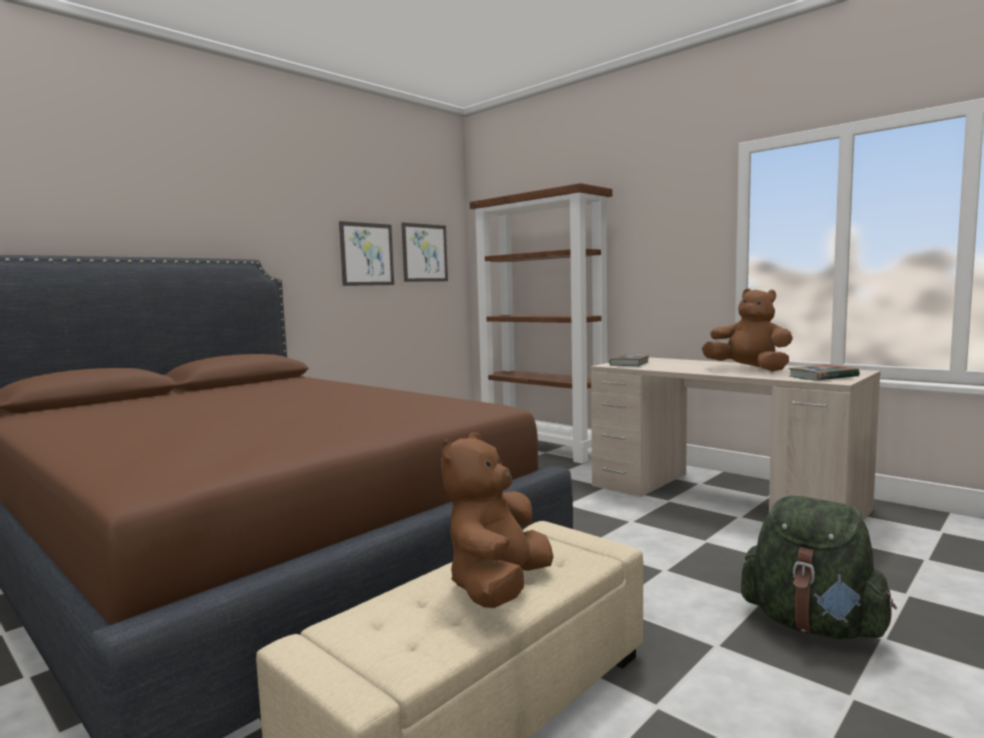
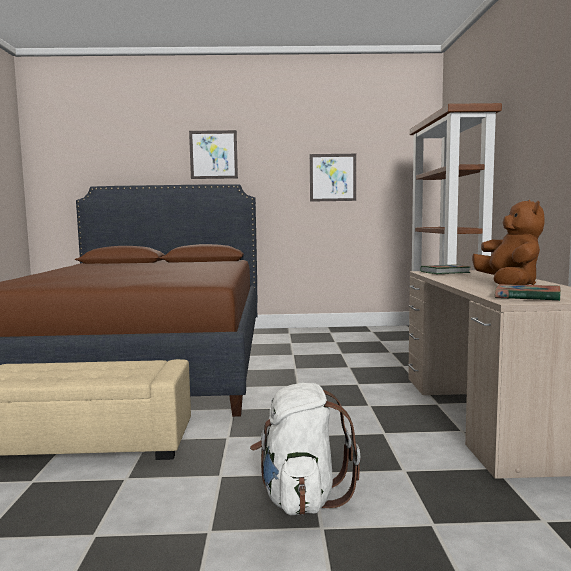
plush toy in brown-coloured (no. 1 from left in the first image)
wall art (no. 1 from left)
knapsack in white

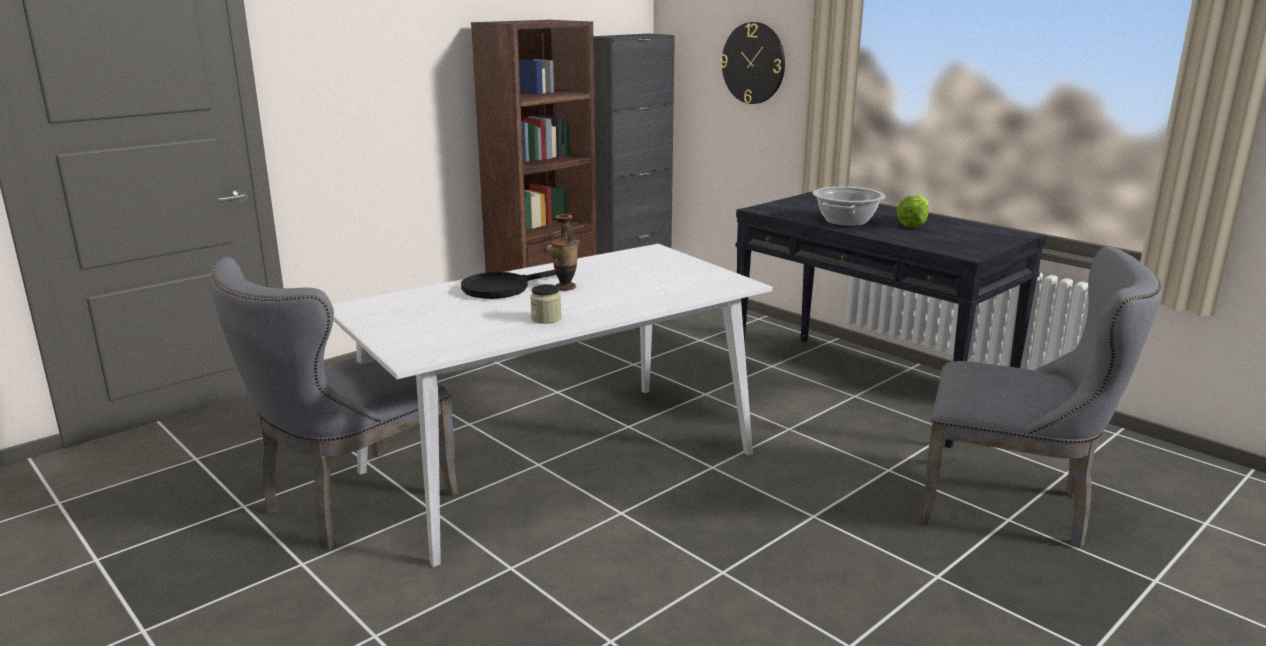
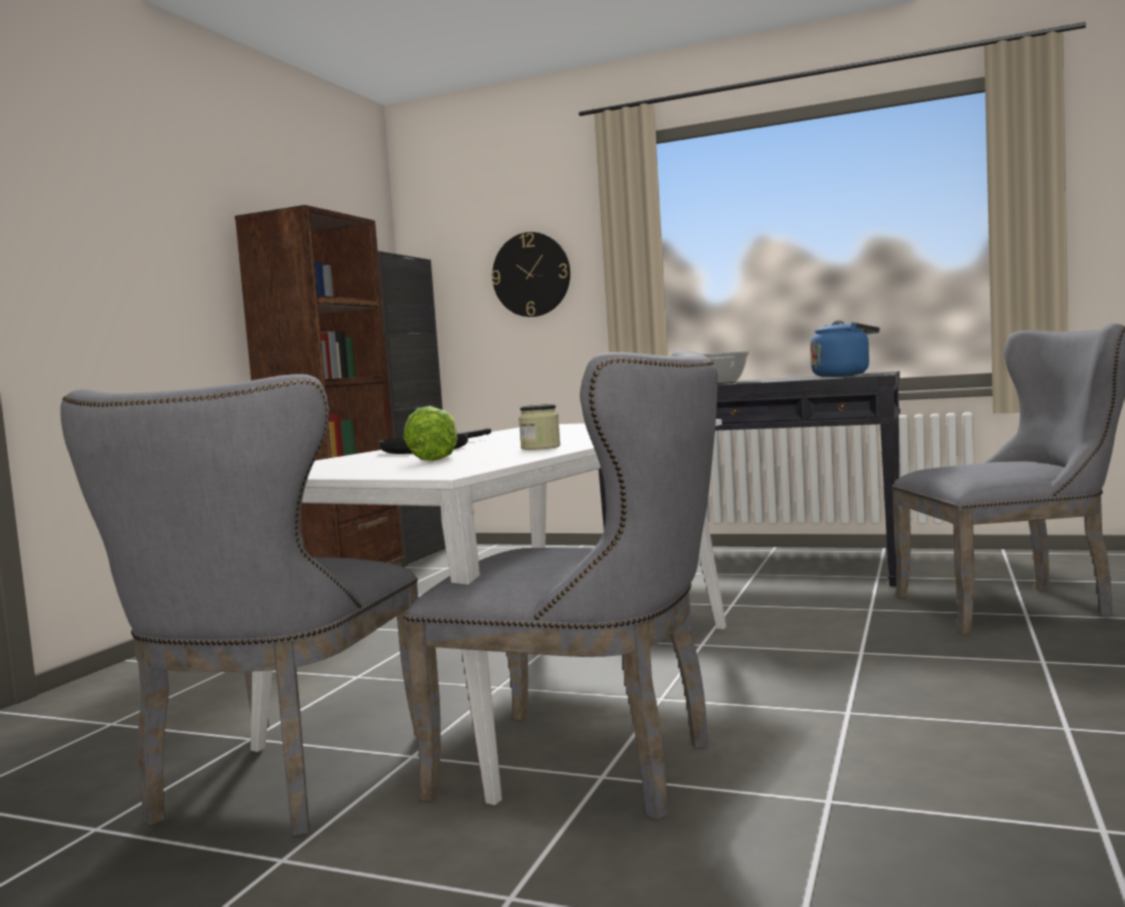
decorative vase
plain chair in grey (no. 2 from left)
kettle in bluish
lettuce

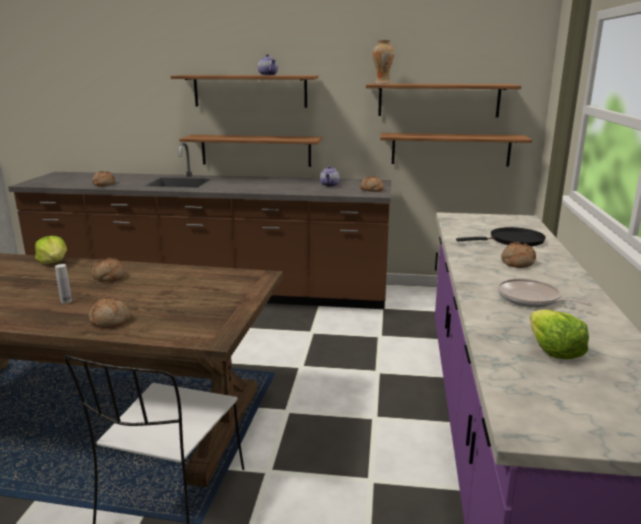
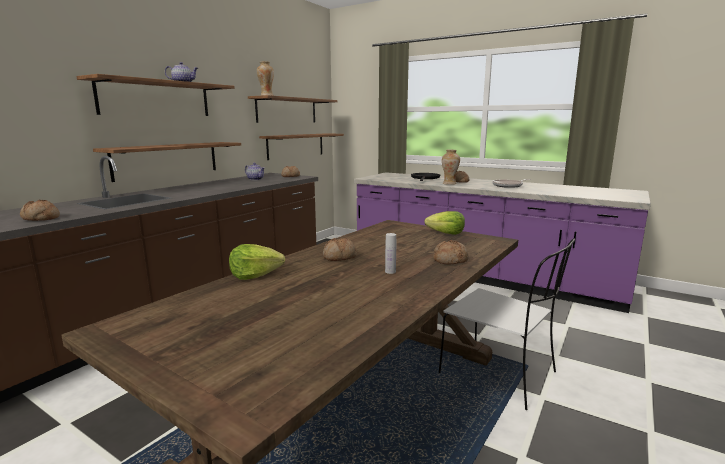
decorative vase (no. 2 from left)
lettuce (no. 2 from left)

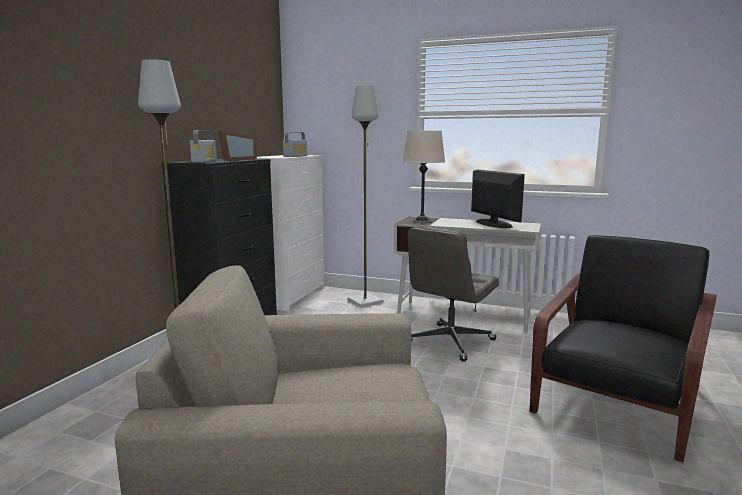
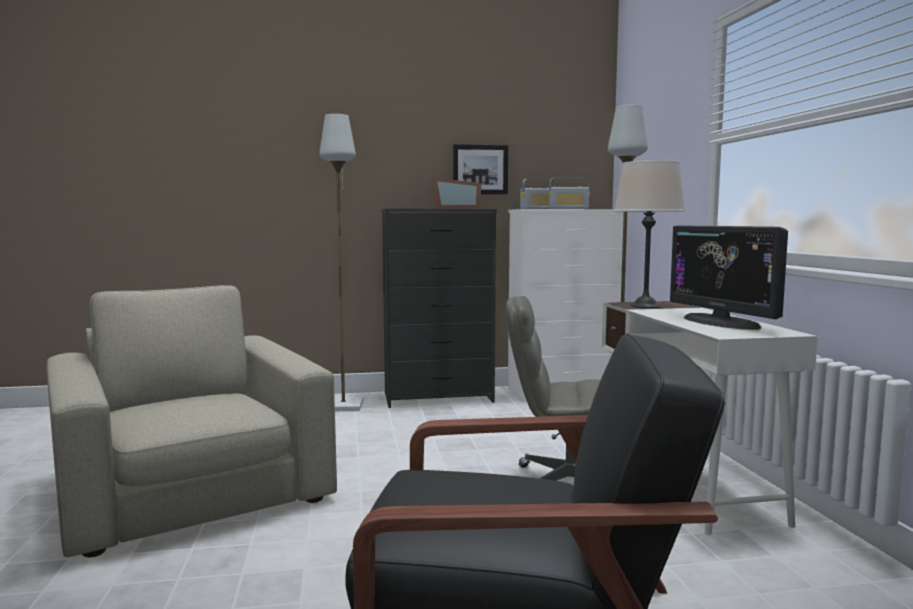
wall art
radio (no. 1 from left)
computer display

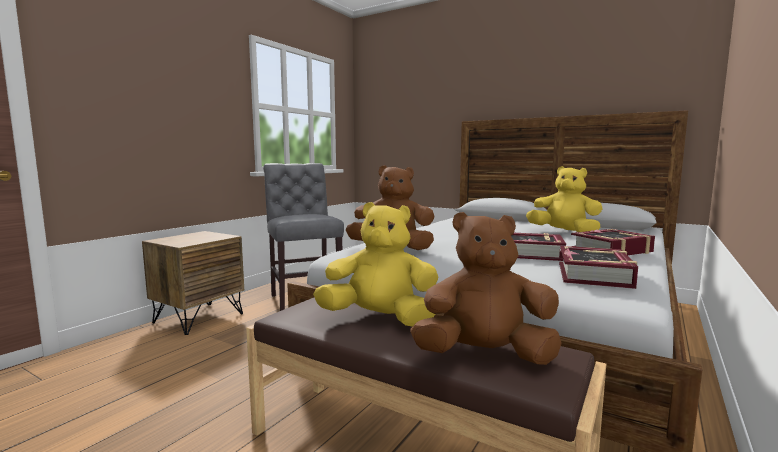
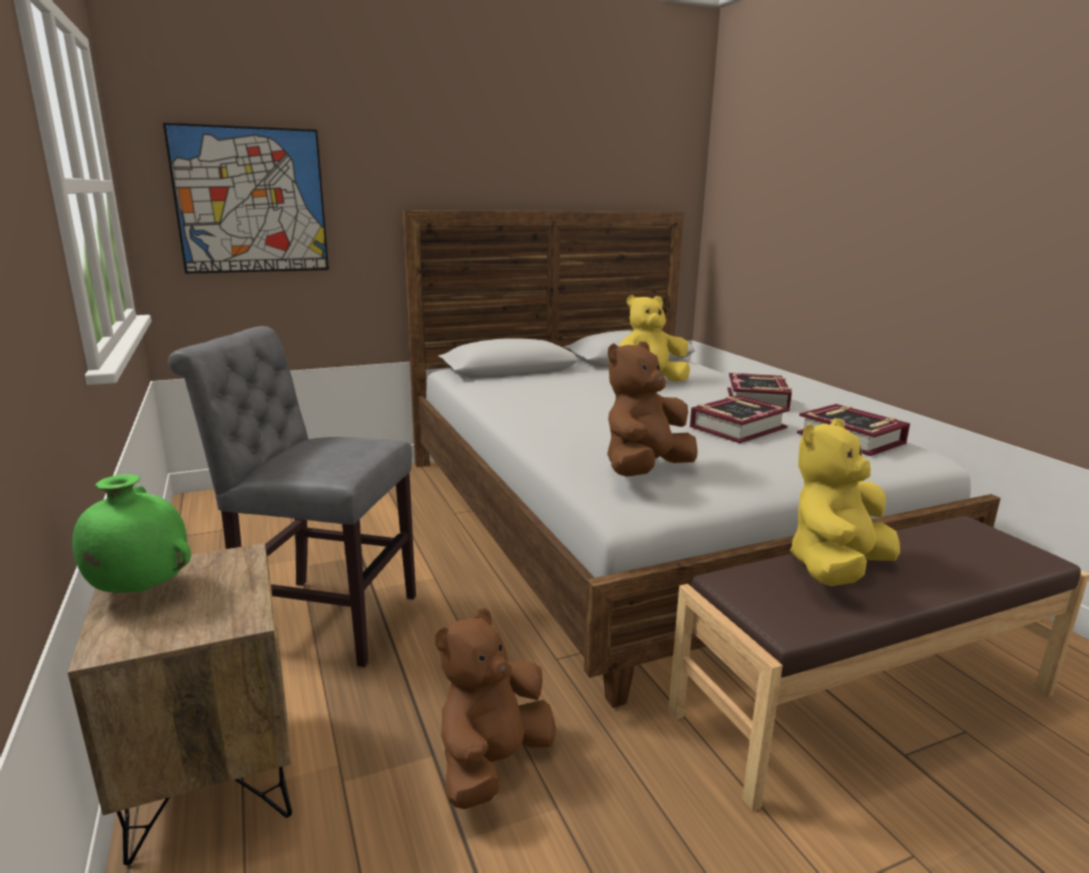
decorative vase in greenish
wall art
plush toy in brown-coloured (no. 1 from left)

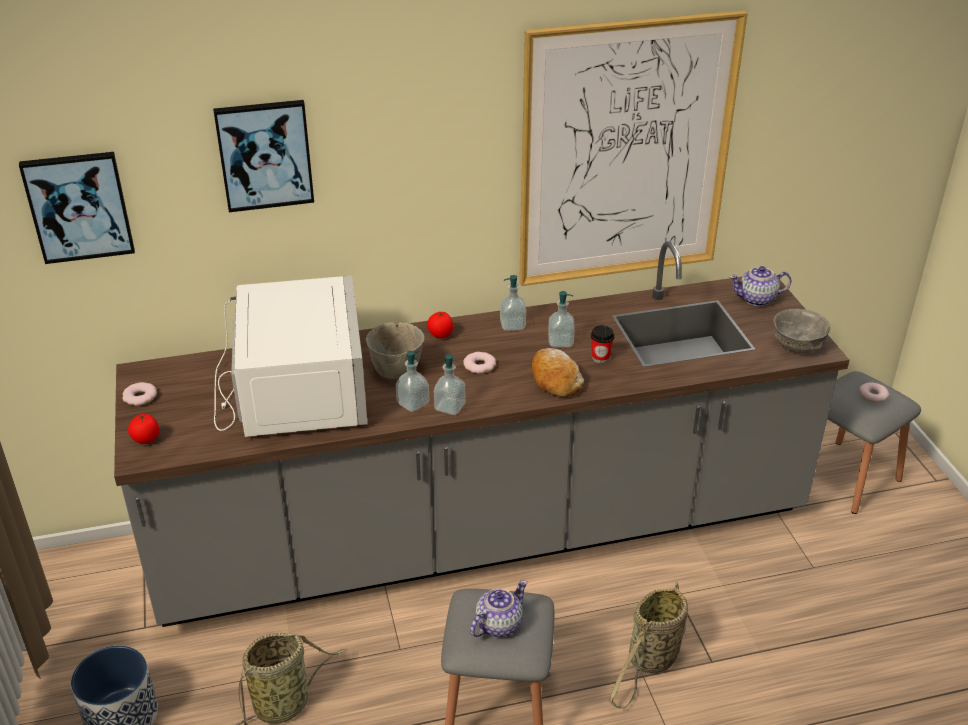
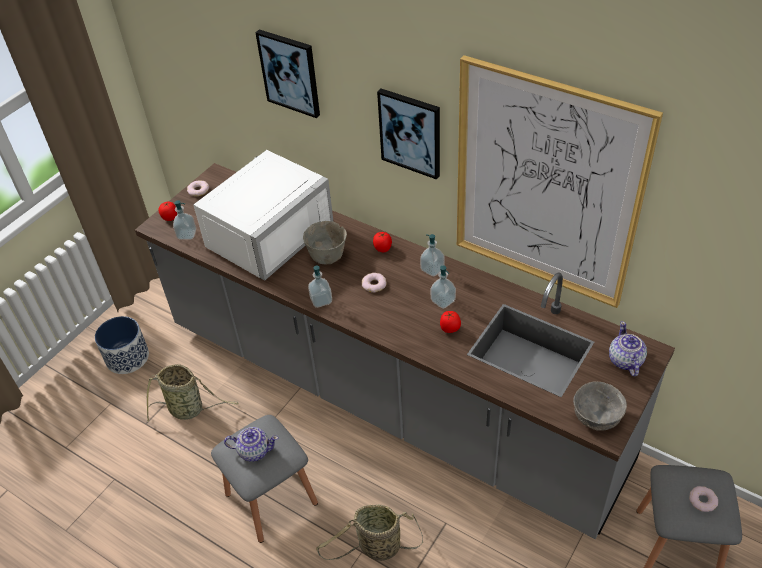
bakery bread
wall art (no. 2 from left)
soap dispenser (no. 1 from left)
fresh tomato (no. 3 from left)
tea pot (no. 2 from left)

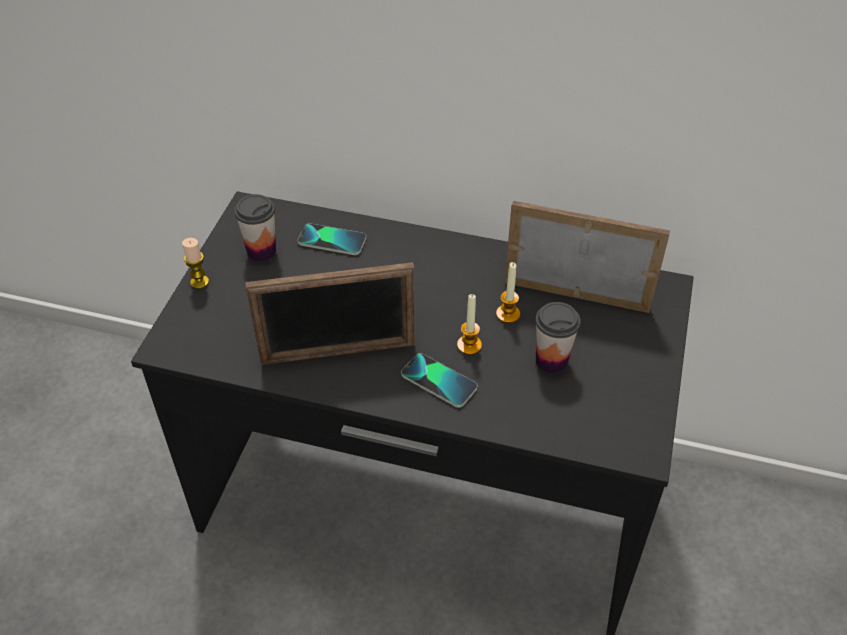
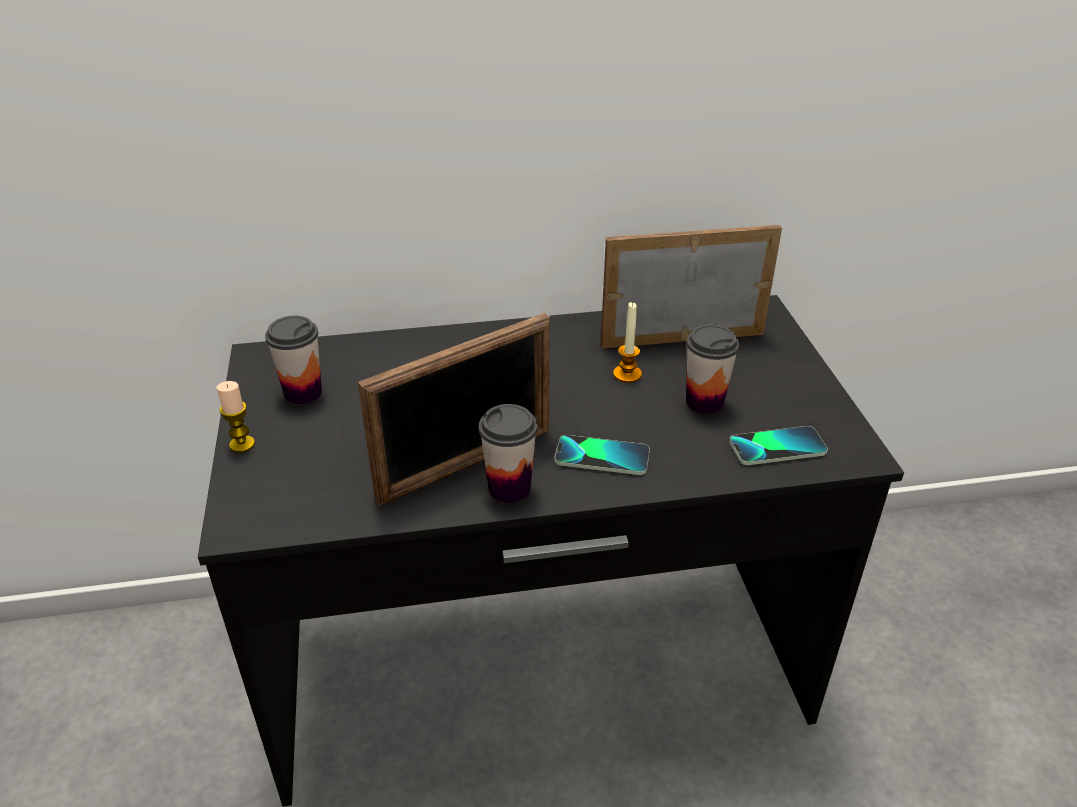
wax candle (no. 2 from left in the first image)
cup (no. 2 from left)
handset (no. 2 from left)

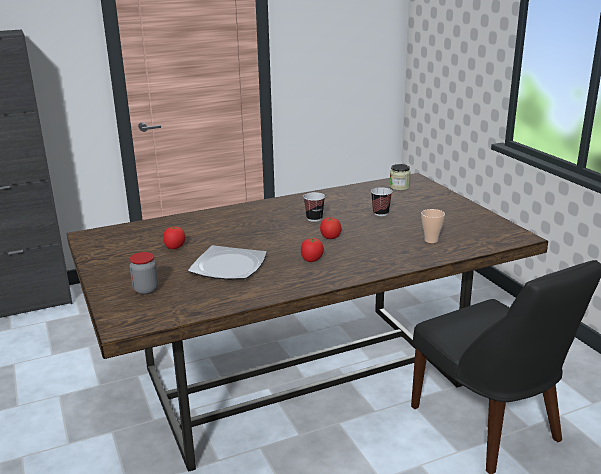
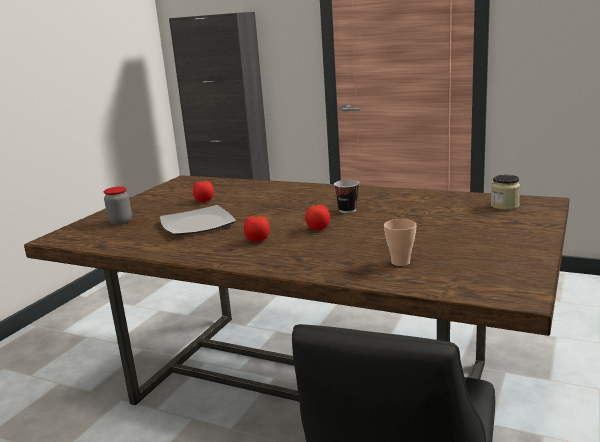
cup (no. 2 from left in the first image)

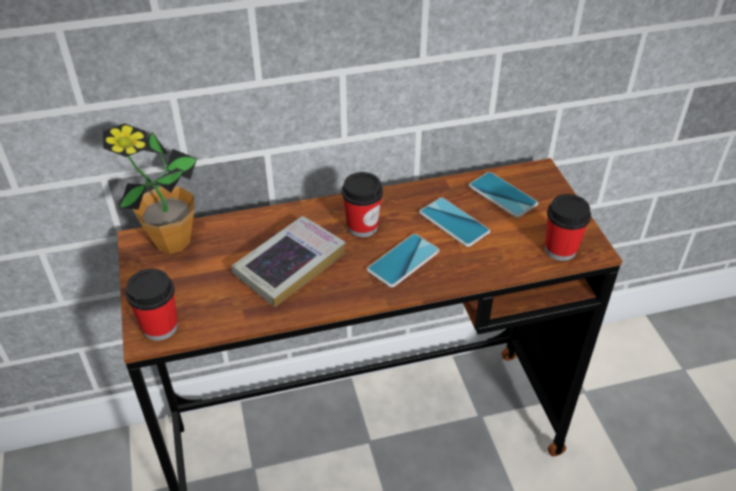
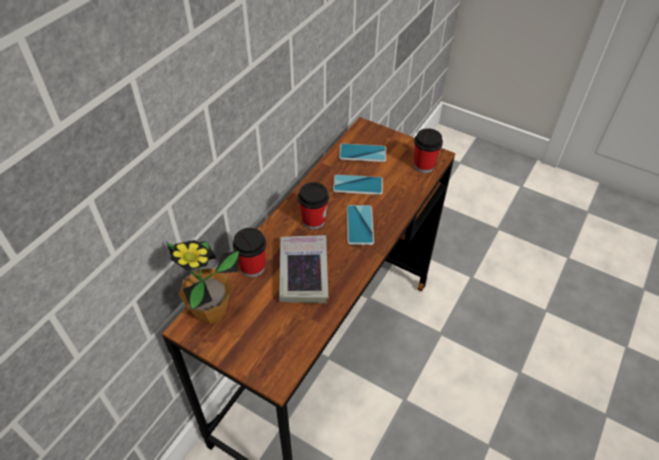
cup (no. 1 from left)

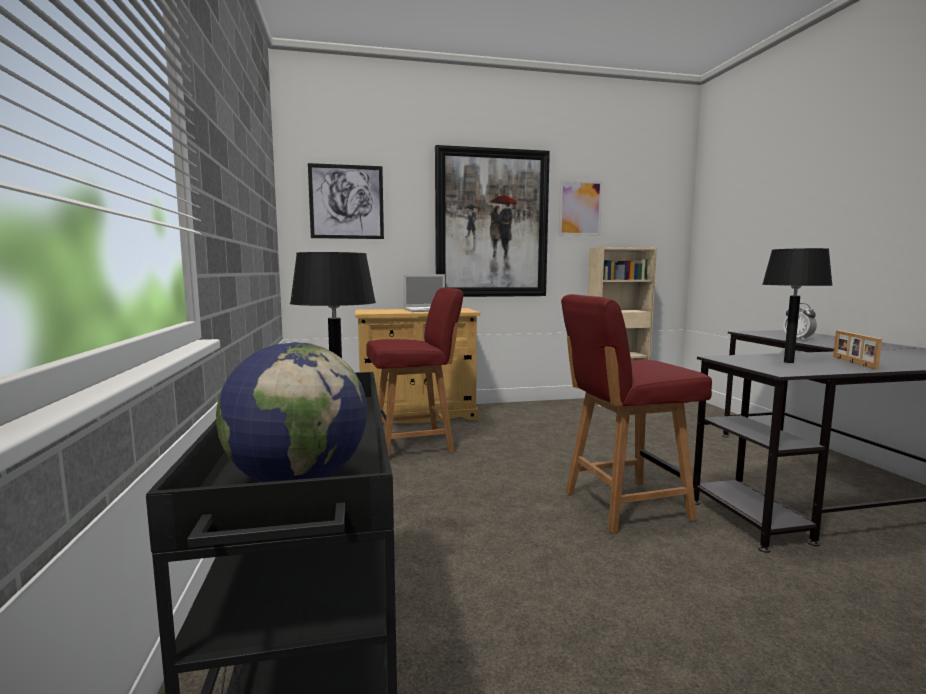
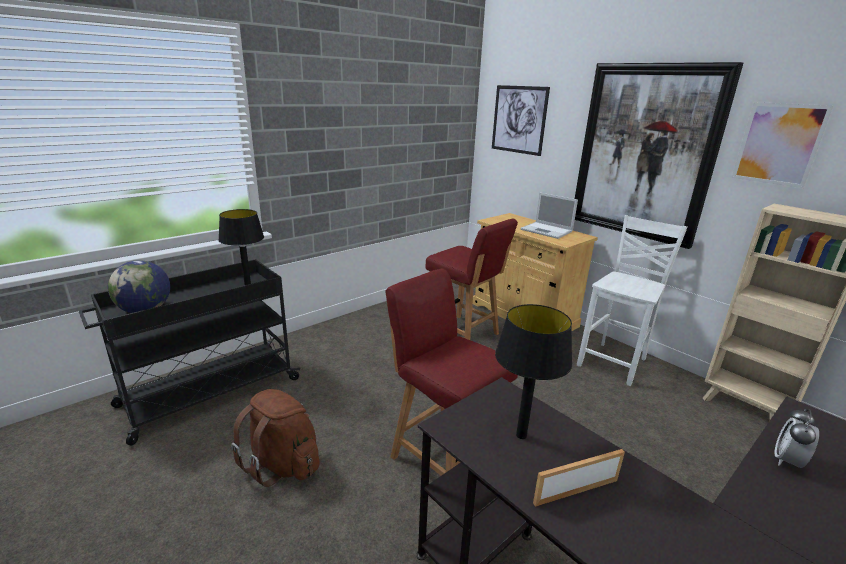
knapsack in brown-coloured
plain chair in white

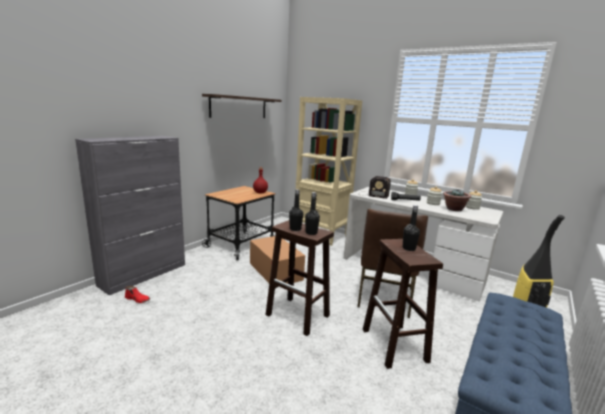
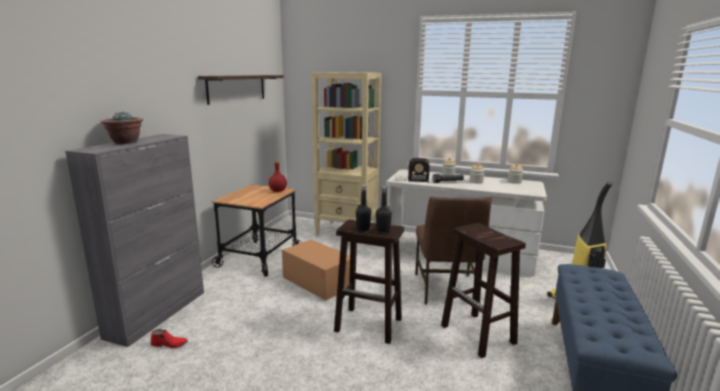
bottle in black (no. 3 from left in the first image)
potted plant

